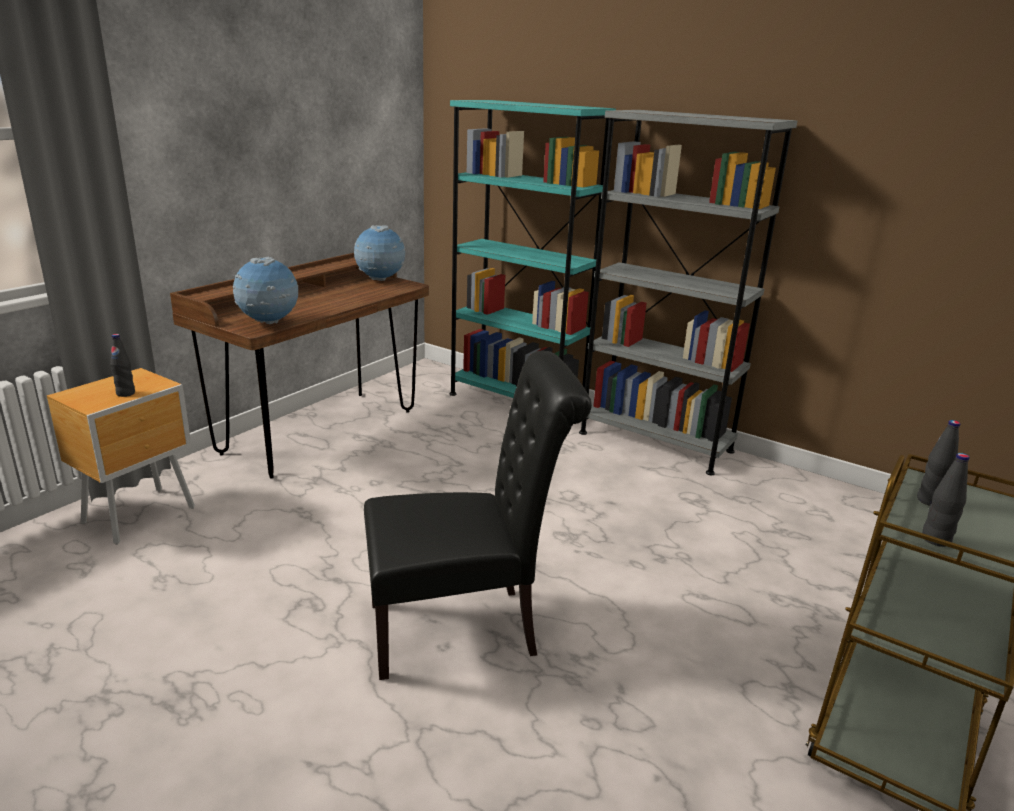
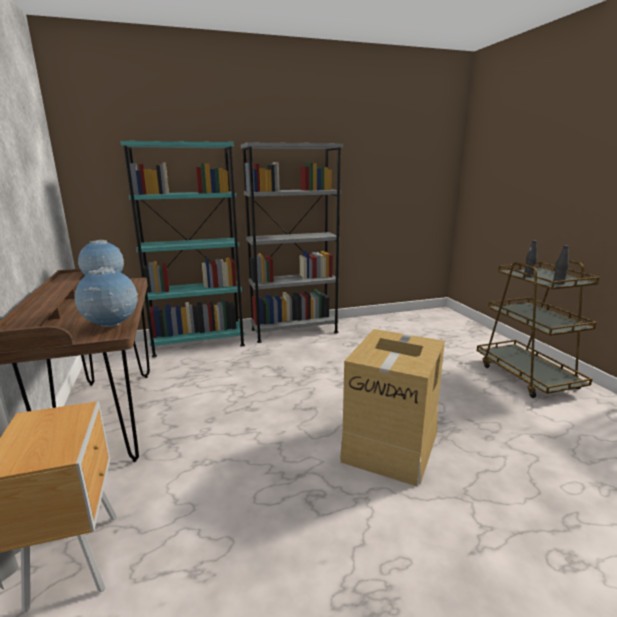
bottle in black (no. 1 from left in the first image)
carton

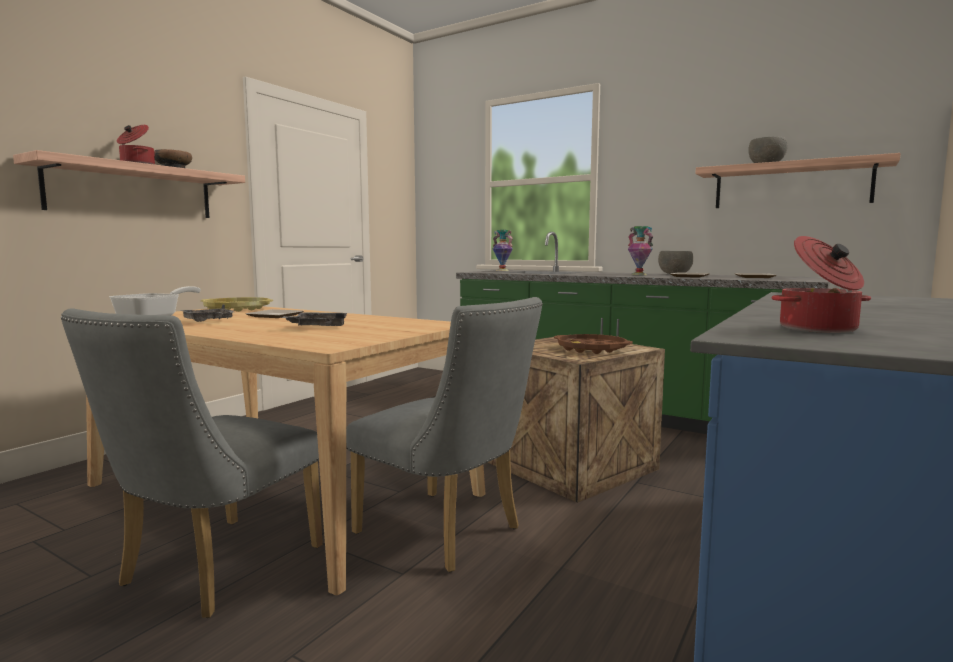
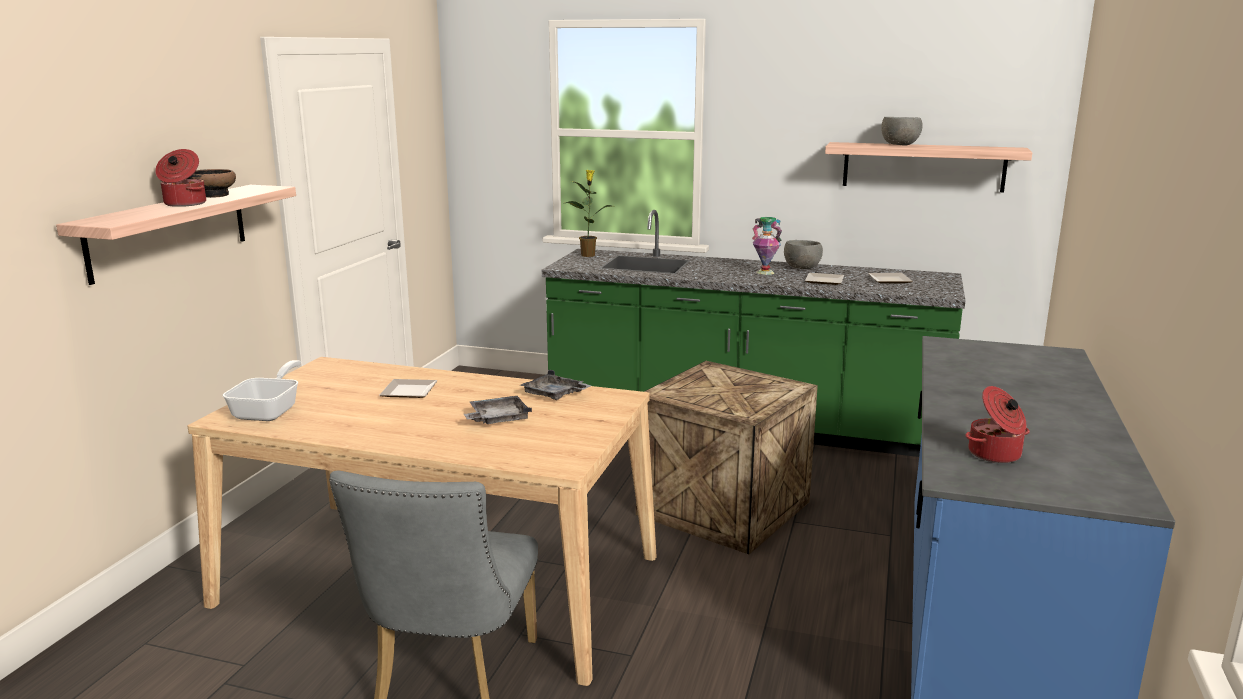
serving tray in yellow-coloured
plain chair in grey (no. 2 from left in the first image)
serving tray in brown-coloured
serving tray in grey (no. 2 from left)
potted plant

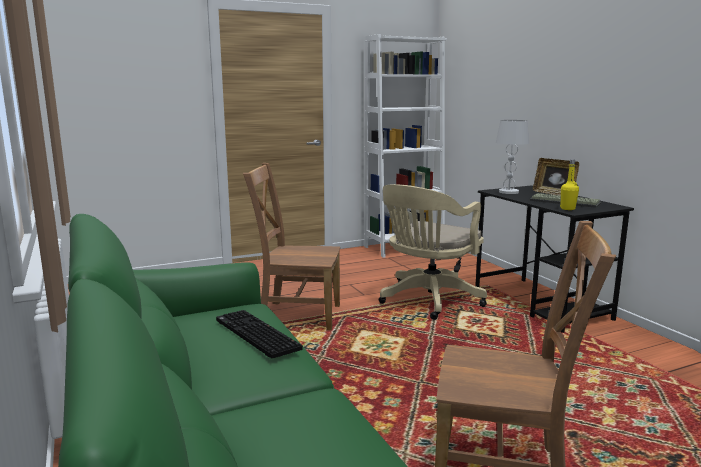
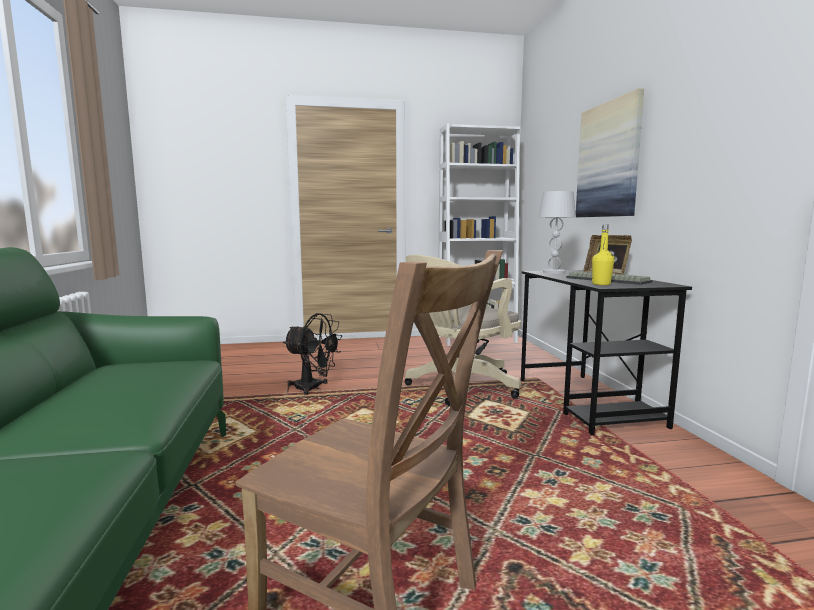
computer keyboard (no. 1 from left in the first image)
wall art
electric fan in black

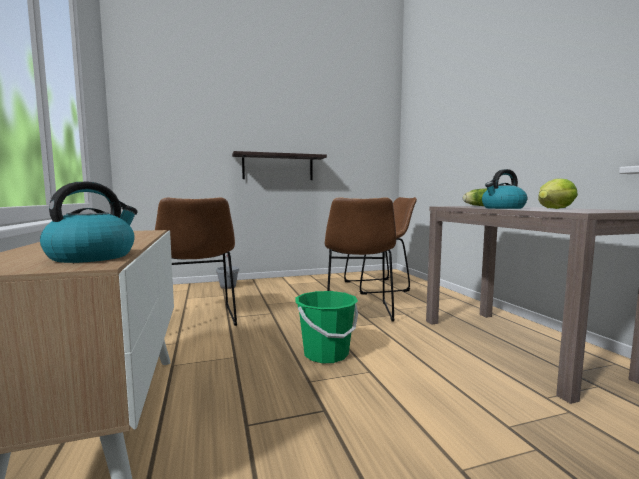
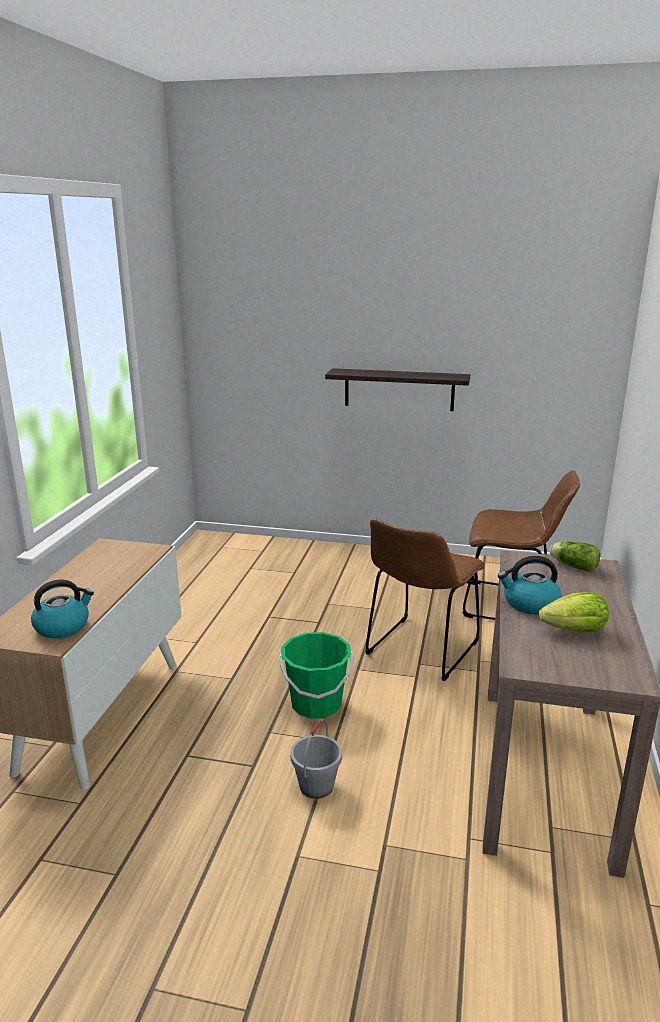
plain chair in brown-coloured (no. 1 from left in the first image)
pail in grey

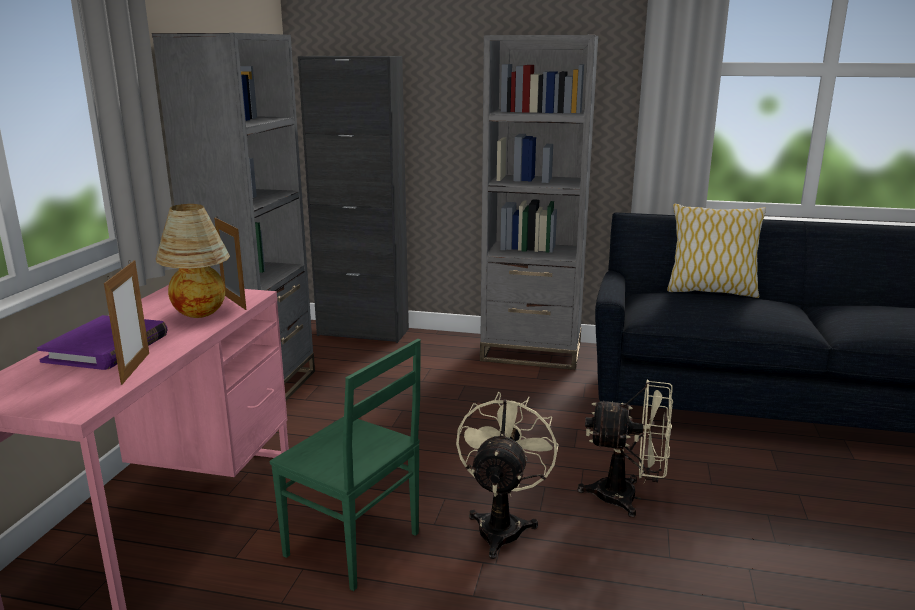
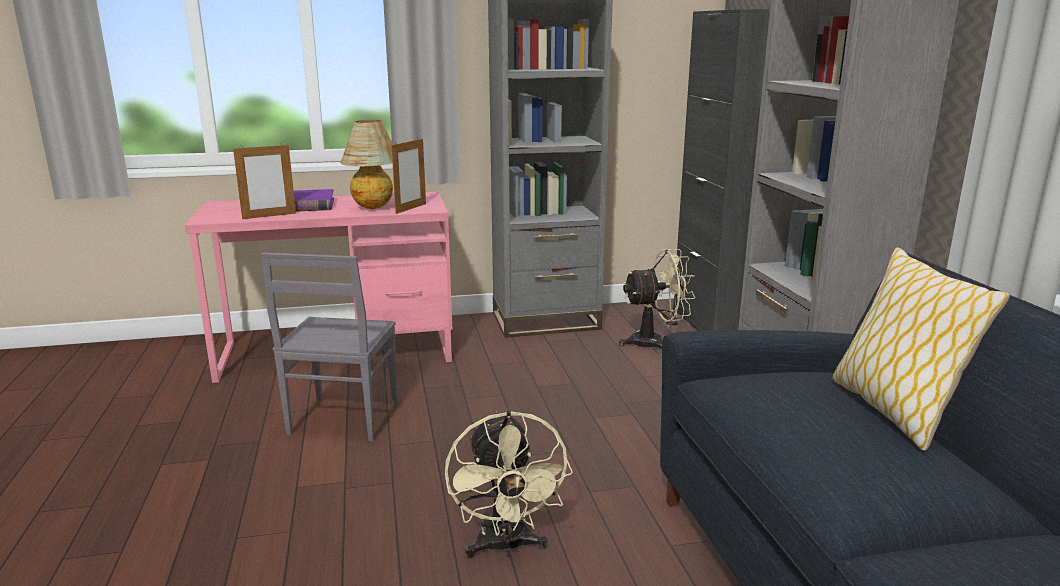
electric fan in beige (no. 2 from left)
plain chair in grey

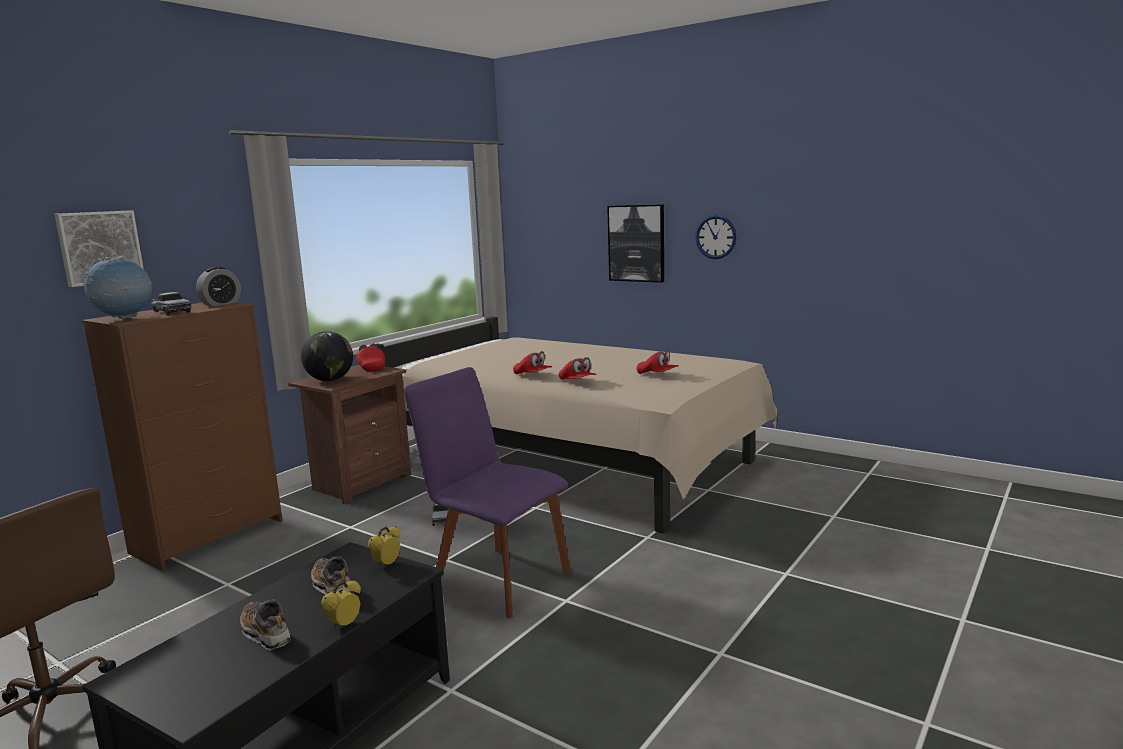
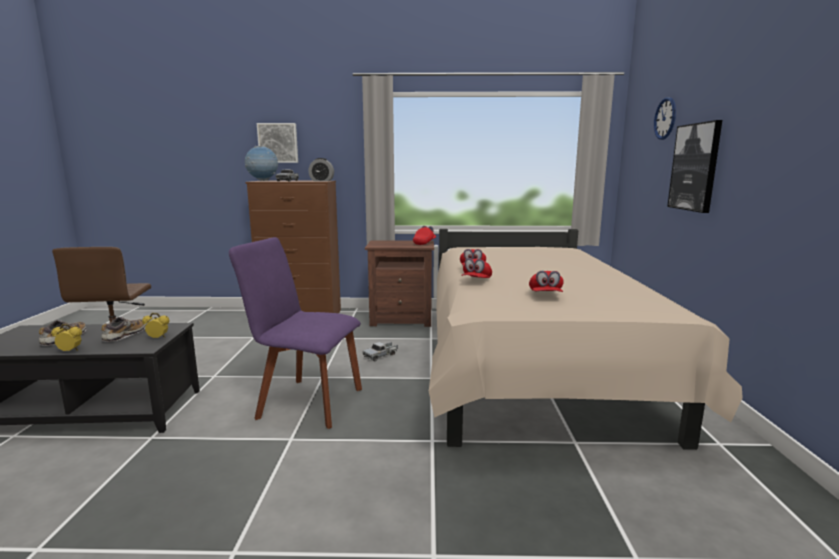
world globe (no. 2 from left in the first image)
hanging clock
plain chair in purplish

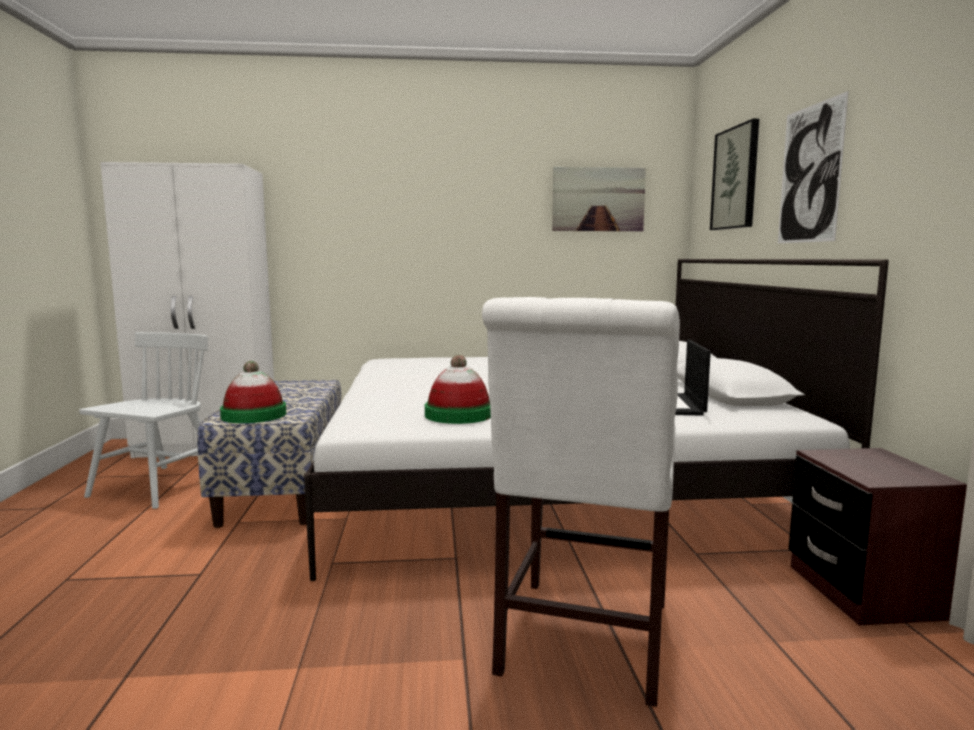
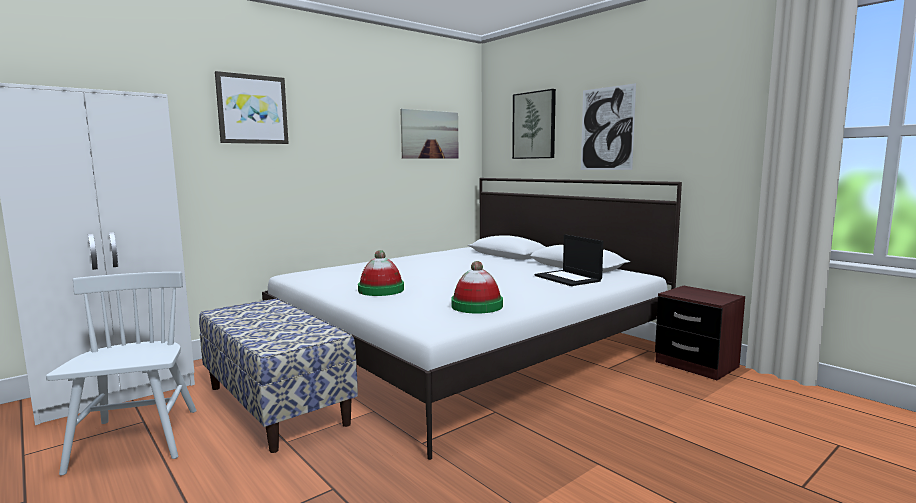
plain chair in white (no. 2 from left in the first image)
wall art (no. 1 from left)
wearable hat (no. 1 from left)

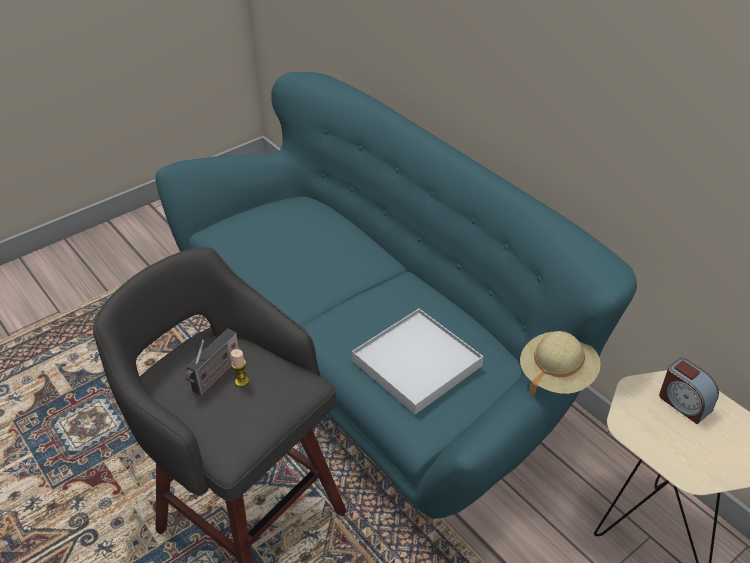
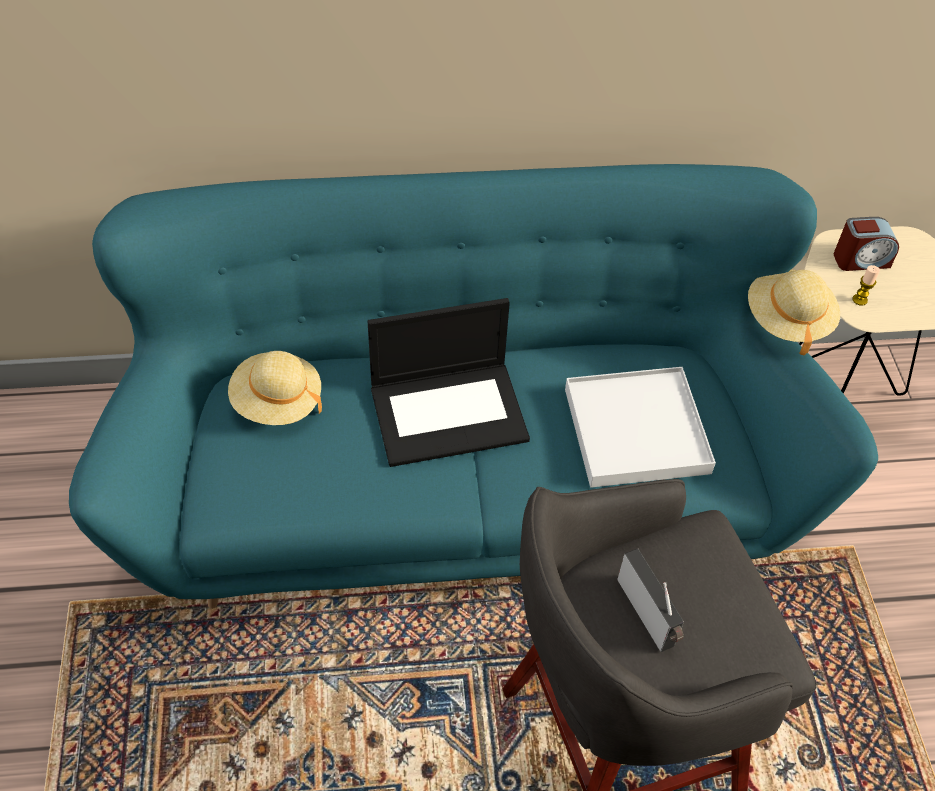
wearable hat in beige (no. 1 from left)
portable computer
wax candle

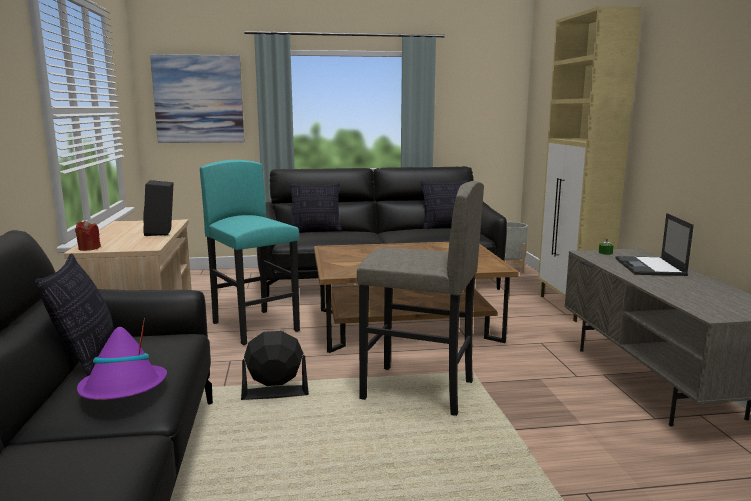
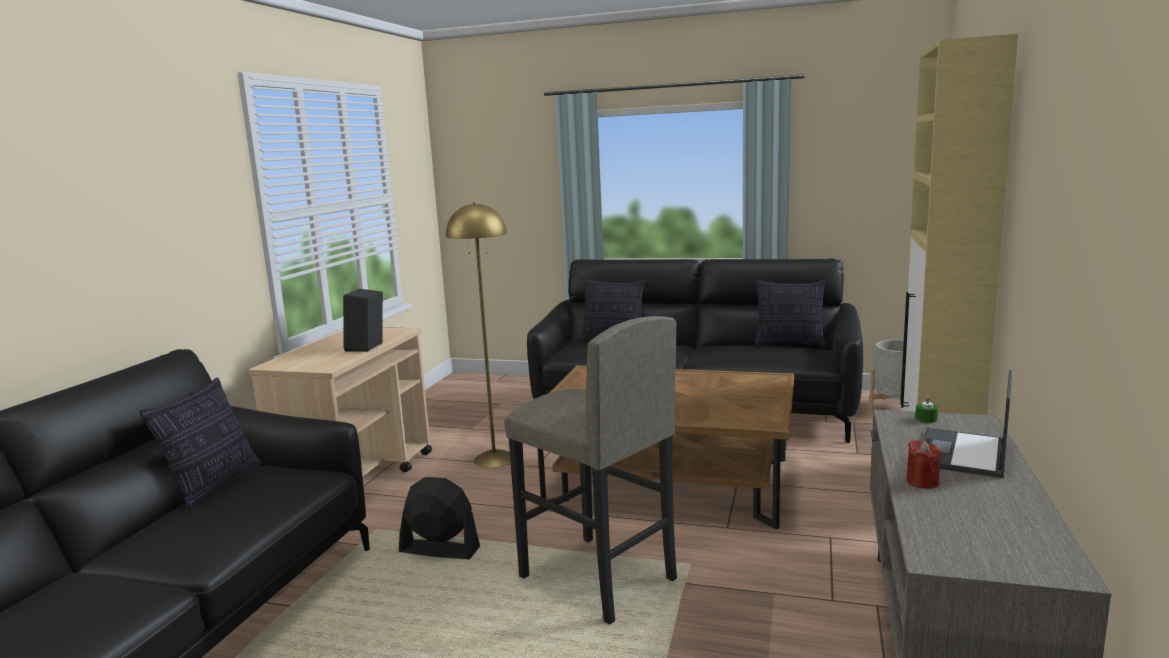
wearable hat in purplish
wall art
wax candle in red-coloured
standing lamp in yellow-coloured

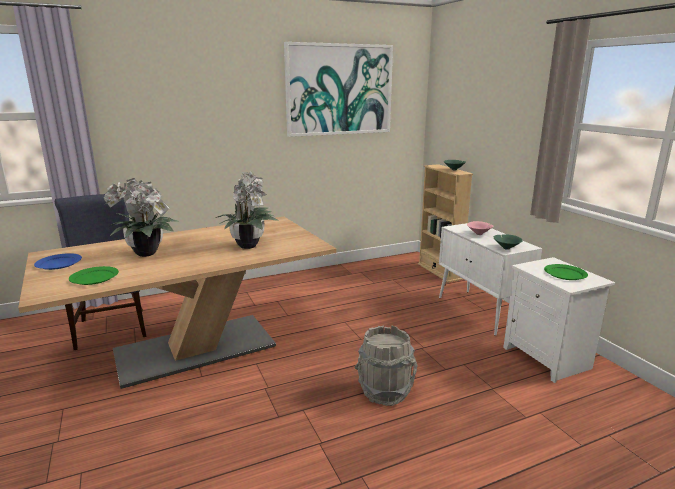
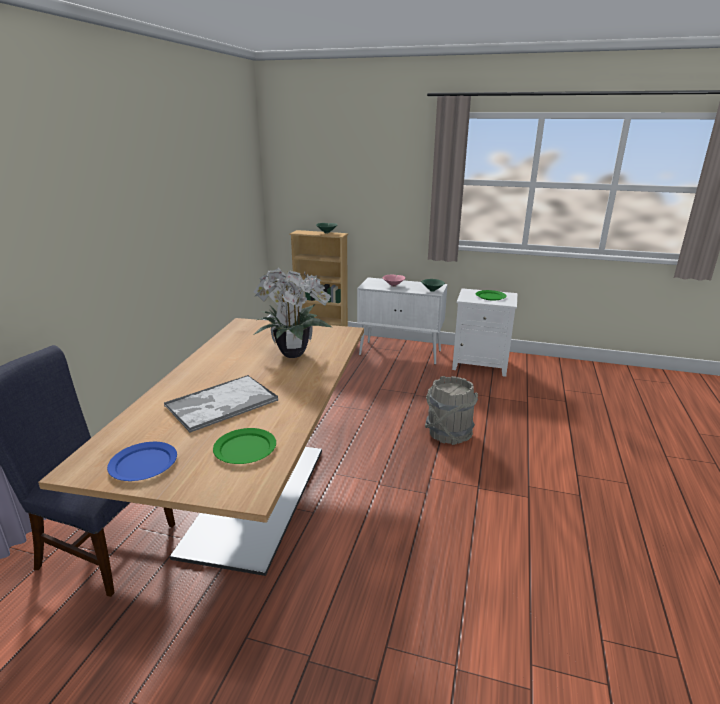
wall art
serving tray

